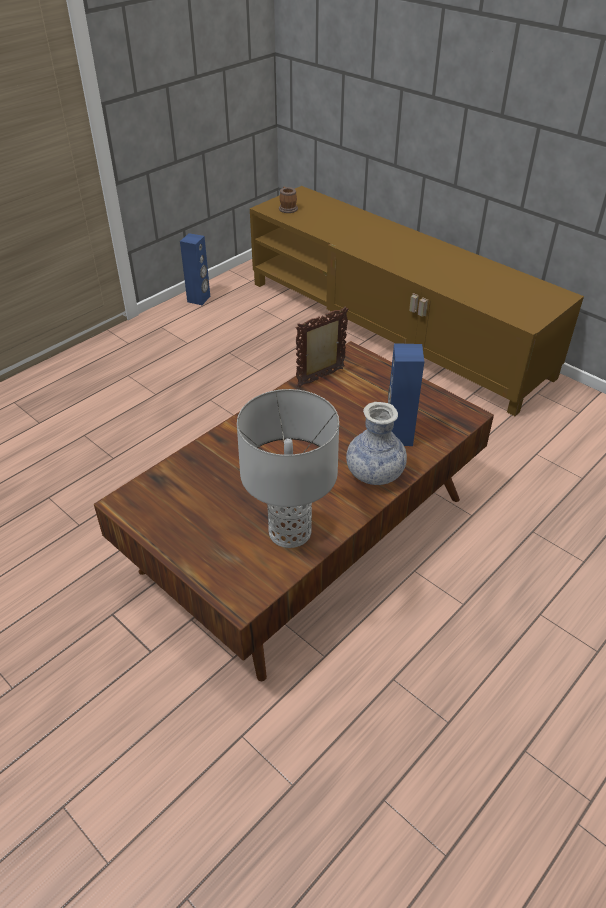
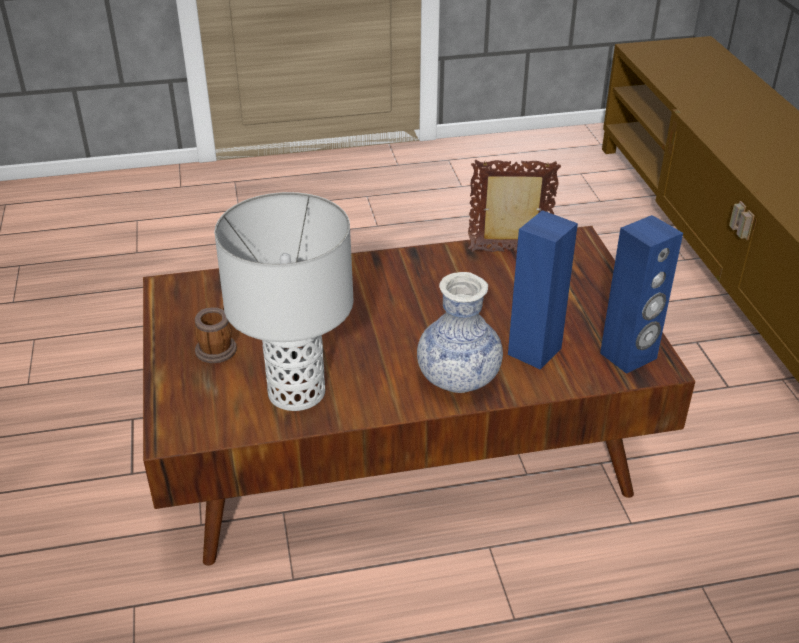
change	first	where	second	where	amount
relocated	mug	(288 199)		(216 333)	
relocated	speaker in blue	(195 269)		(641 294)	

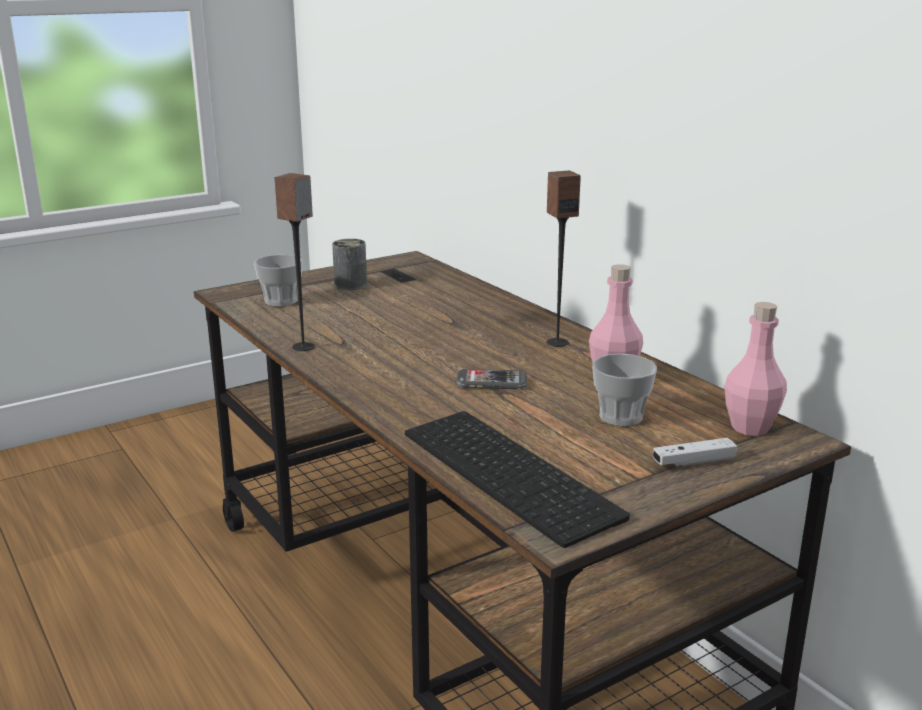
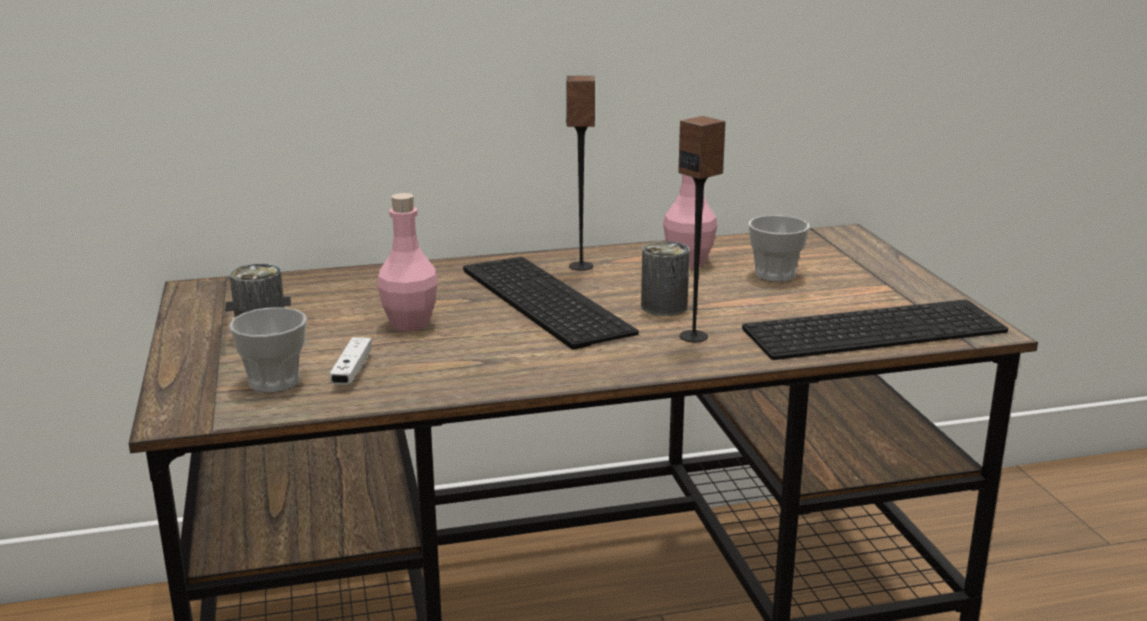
change	first	where	second	where	amount
relocated	game controller in white	(695 452)		(350 361)	
relocated	bottle in pink	(755 369)		(407 262)	
appeared			keyboard	(551 303)	
exchanged	phone	(491 379)	can	(665 278)	
relocated	speaker	(295 262)		(702 229)	

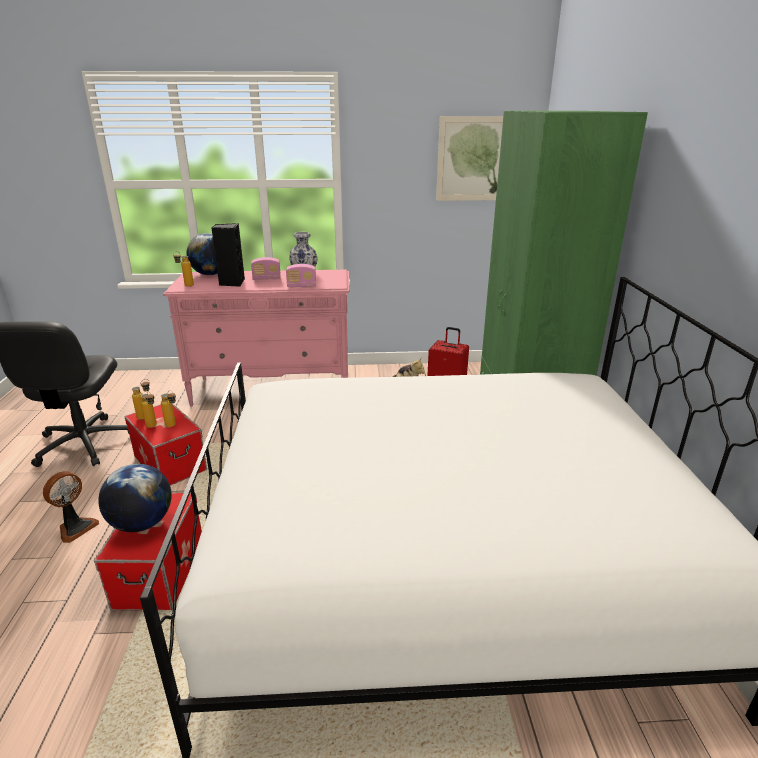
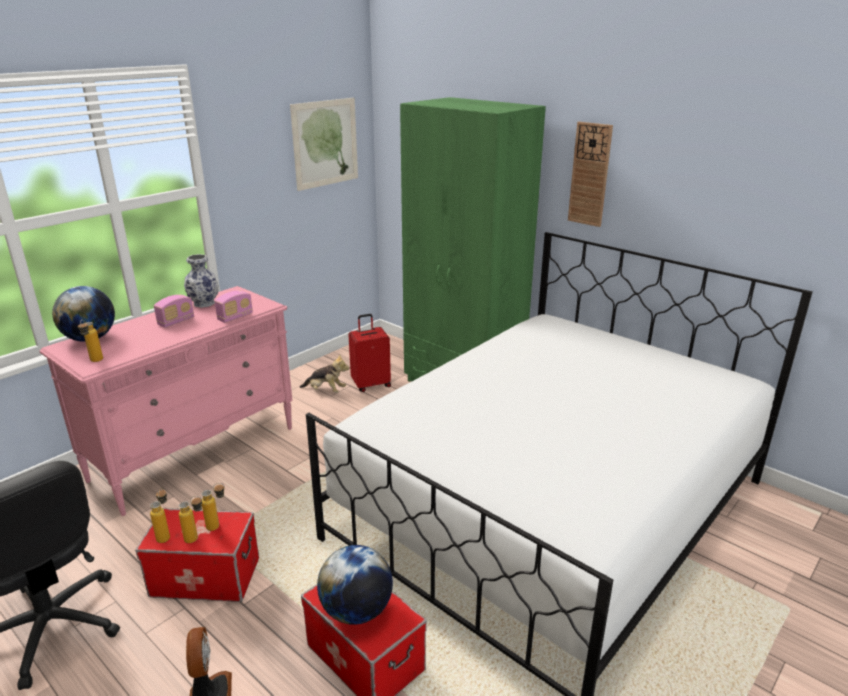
change	first	where	second	where	amount
appeared			wall clock	(590 174)	
missing	speaker in black	(228 255)			

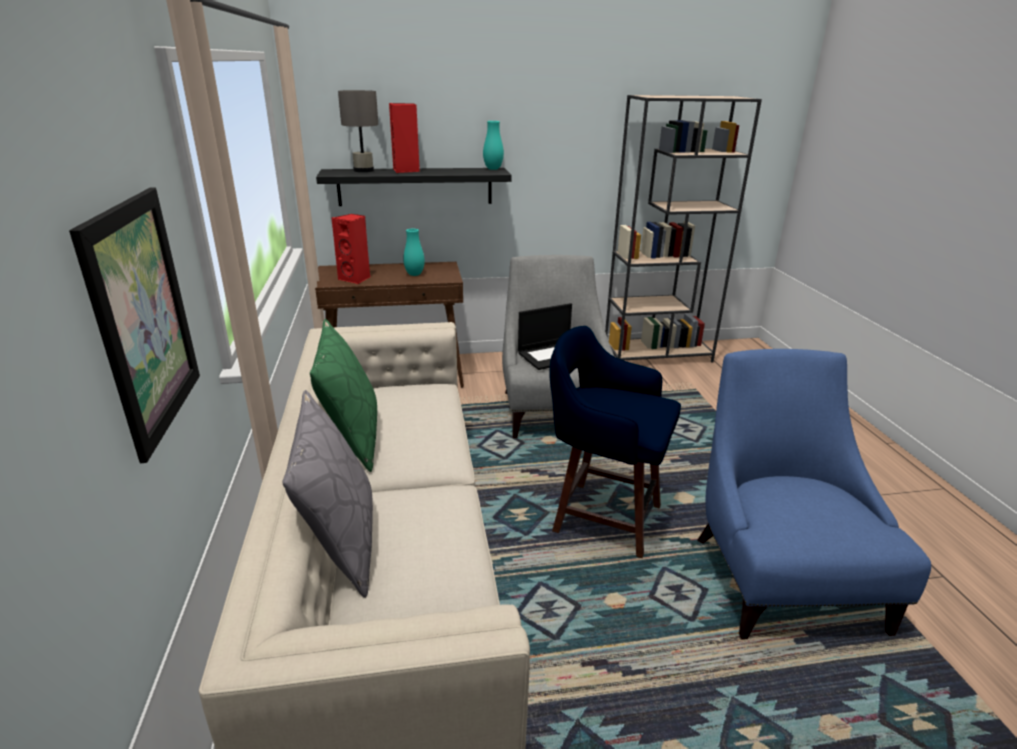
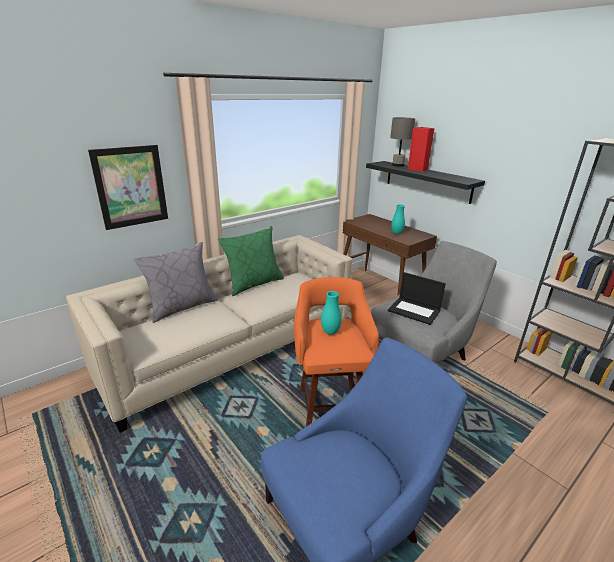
change	first	where	second	where	amount
colour	stool in blue	(615 442)	stool in orange	(336 352)	
relocated	vase in turquoise	(493 145)		(331 313)	
missing	speaker in red	(350 249)			

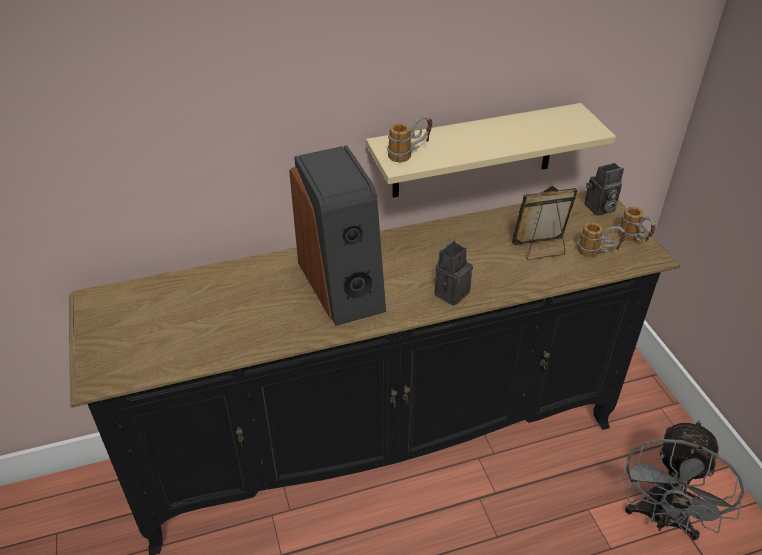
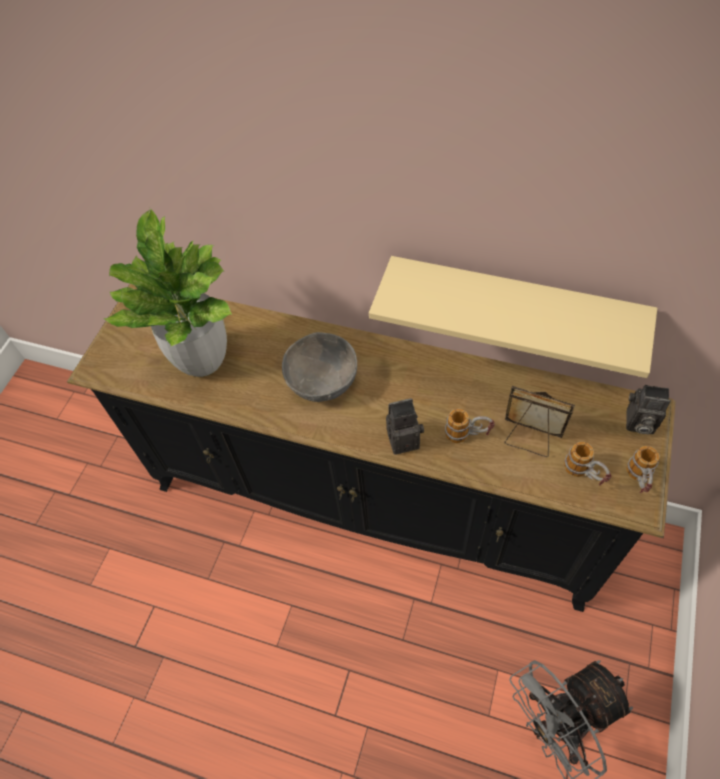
change	first	where	second	where	amount
appeared			potted plant	(168 292)	
exchanged	speaker	(337 235)	bowl in grey	(319 367)	
relocated	mug	(409 139)		(470 425)	

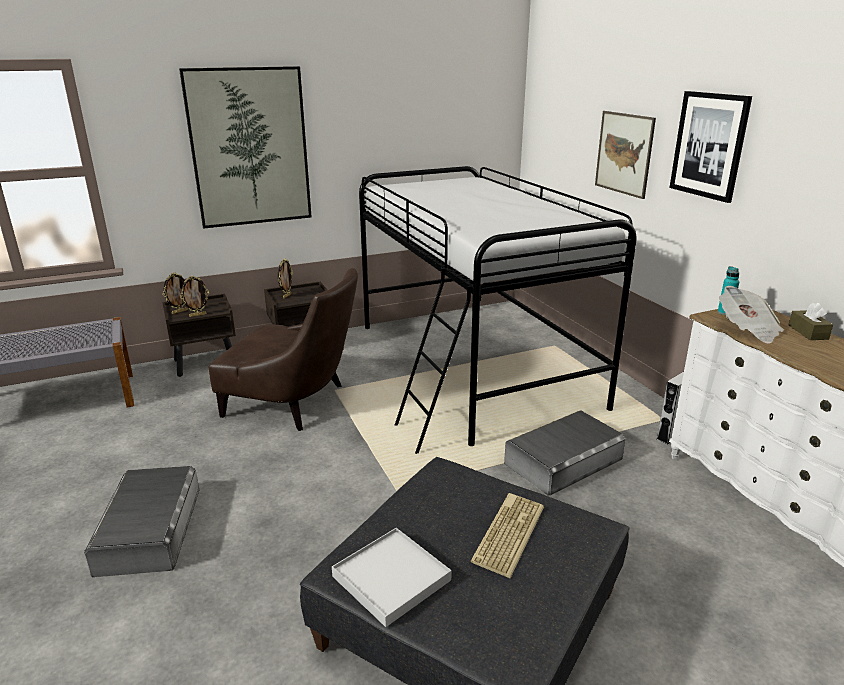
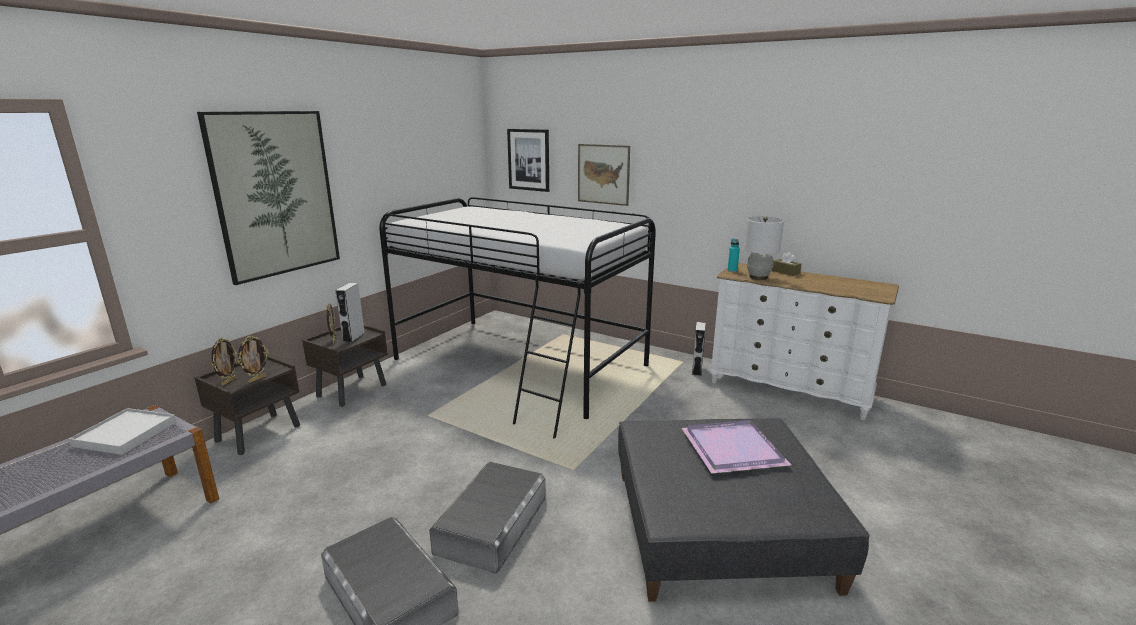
change	first	where	second	where	amount
relocated	tray in white	(392 577)		(123 431)	
appeared			speaker in grey	(350 313)	
relocated	storage box in grey	(564 453)		(487 518)	
relocated	picture	(711 147)		(528 160)	
exchanged	keyboard	(507 535)	tray in purple	(736 447)	
exchanged	newspaper	(751 315)	table lamp in white	(764 248)	
missing	armchair in brown	(283 349)			

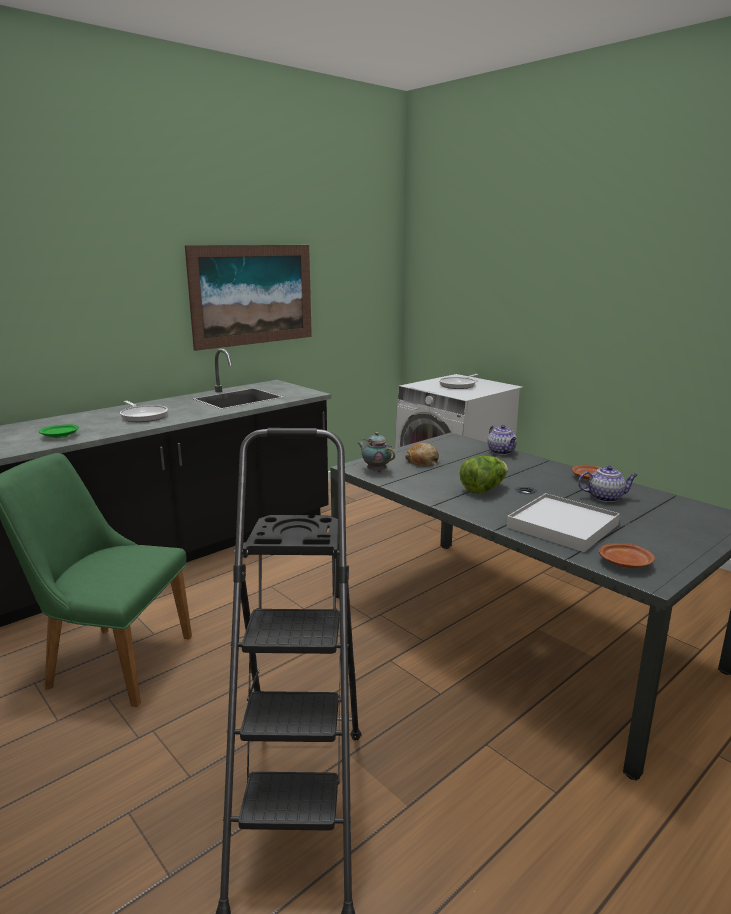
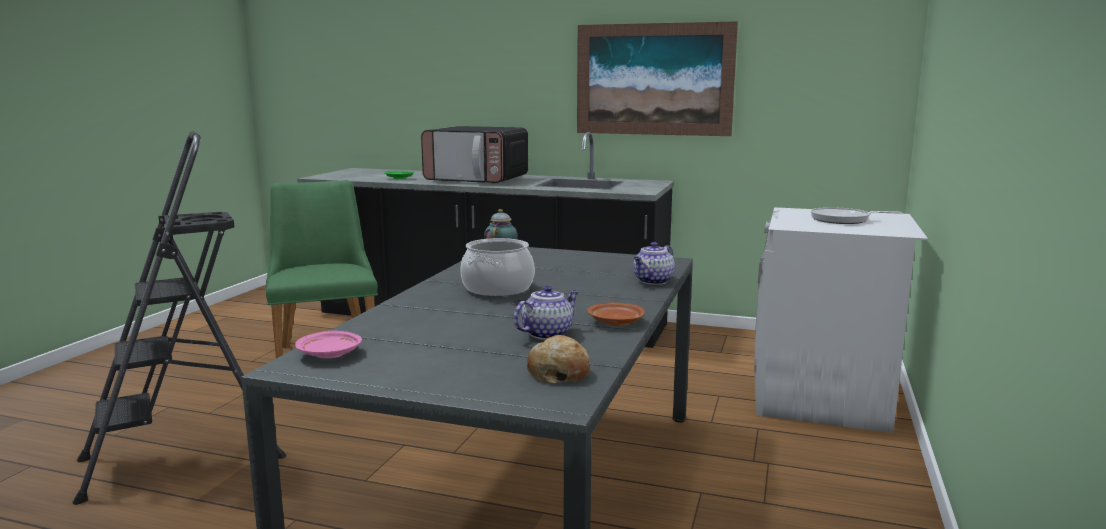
change	first	where	second	where	amount
colour	plate in brown	(627 555)	plate in pink	(328 344)	
exchanged	frying pan	(144 411)	microwave	(474 155)	
exchanged	lettuce	(484 475)	cooking pot	(498 267)	
spun	teapot	(608 483)		(545 312)	105 degrees counterclockwise
relocated	bread	(422 454)		(558 359)	
missing	tray in white	(563 522)			

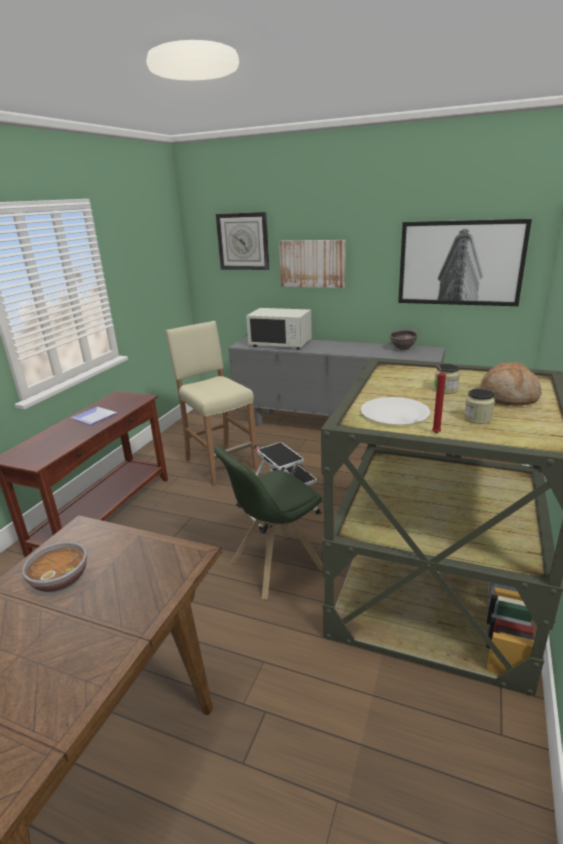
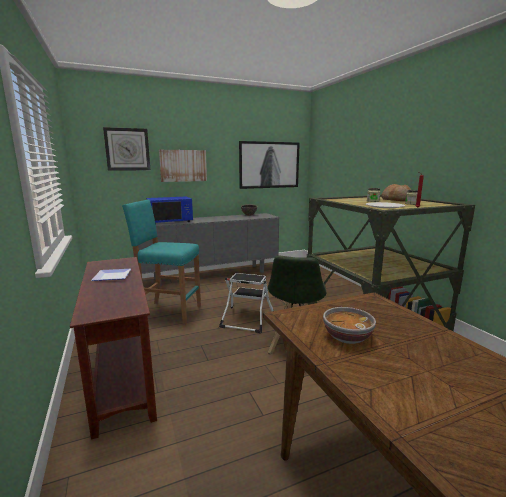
change	first	where	second	where	amount
colour	stool in beige	(212 403)	stool in turquoise	(161 262)	
colour	microwave in white	(279 329)	microwave in blue	(169 210)	

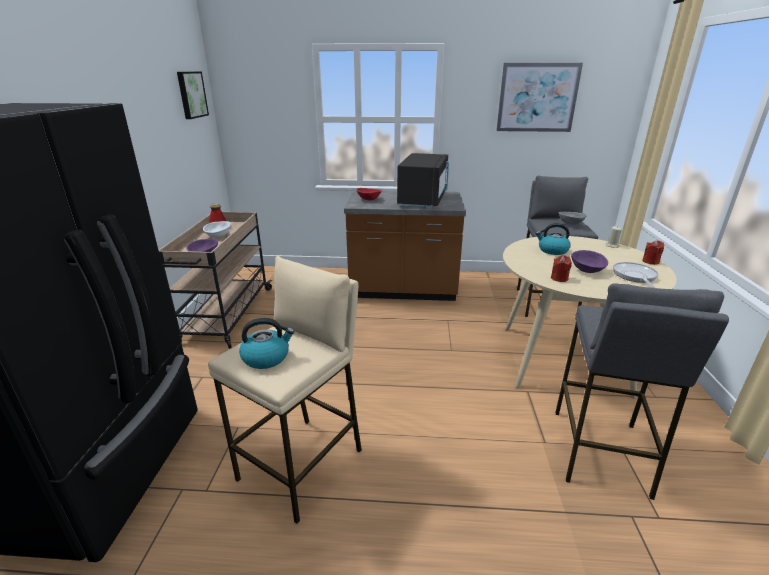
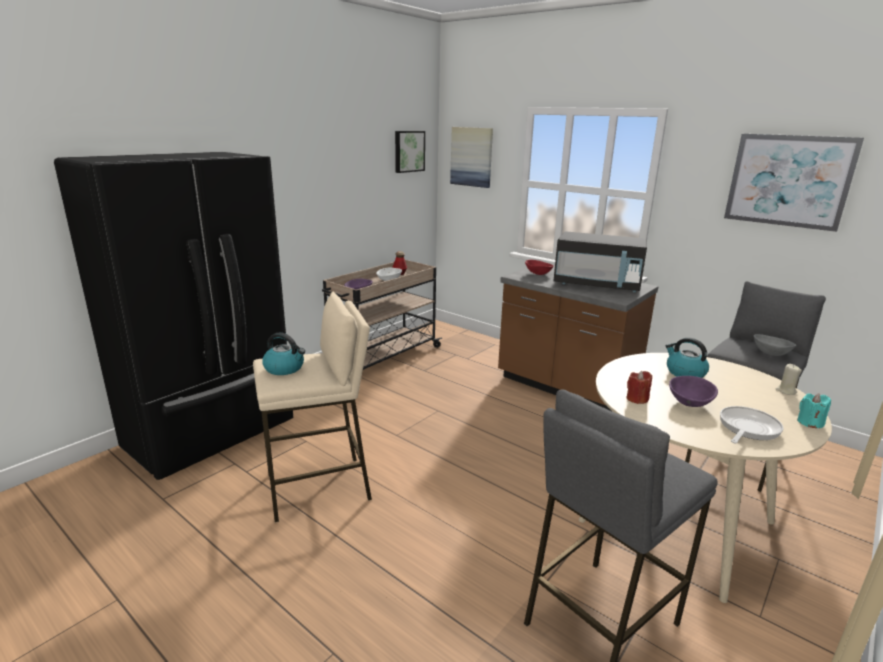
change	first	where	second	where	amount
appeared			picture	(471 157)	
spun	microwave in black	(423 180)		(600 261)	60 degrees clockwise
colour	candle in red	(653 252)	candle in turquoise	(814 410)	

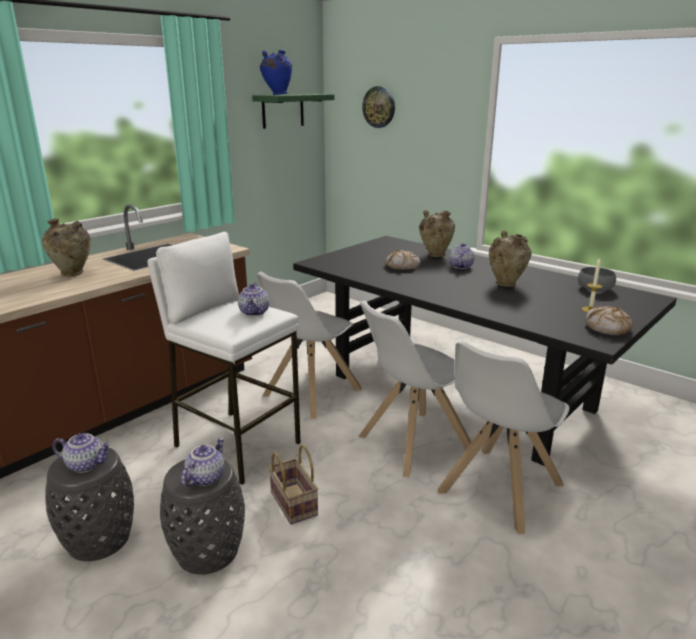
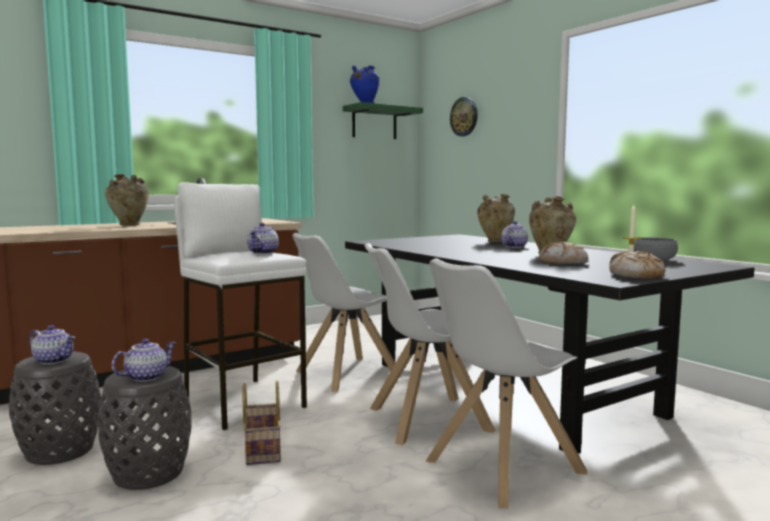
change	first	where	second	where	amount
relocated	bread	(403 260)		(563 253)	

